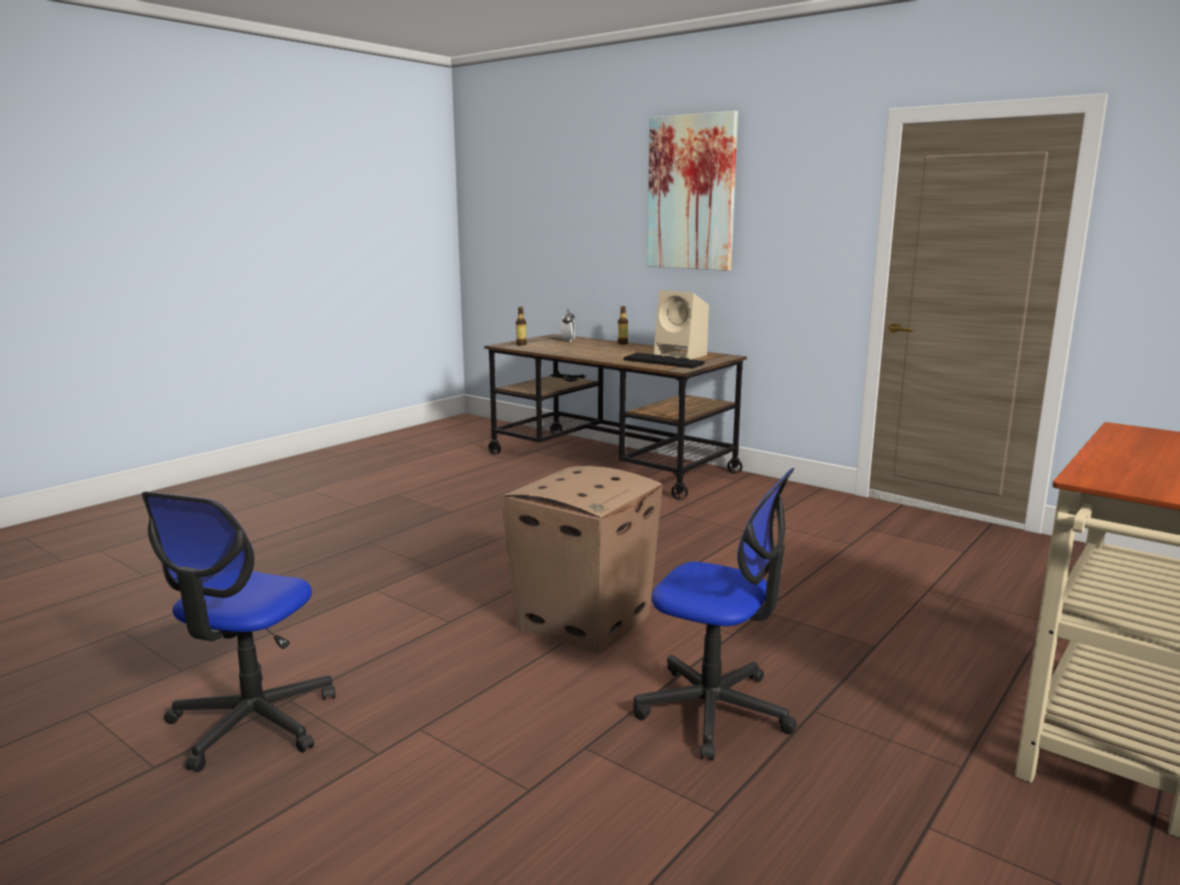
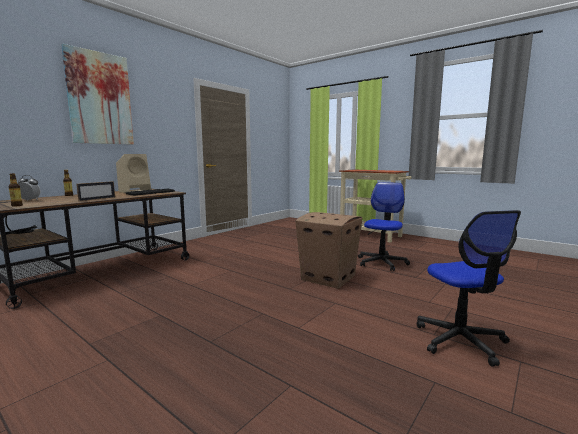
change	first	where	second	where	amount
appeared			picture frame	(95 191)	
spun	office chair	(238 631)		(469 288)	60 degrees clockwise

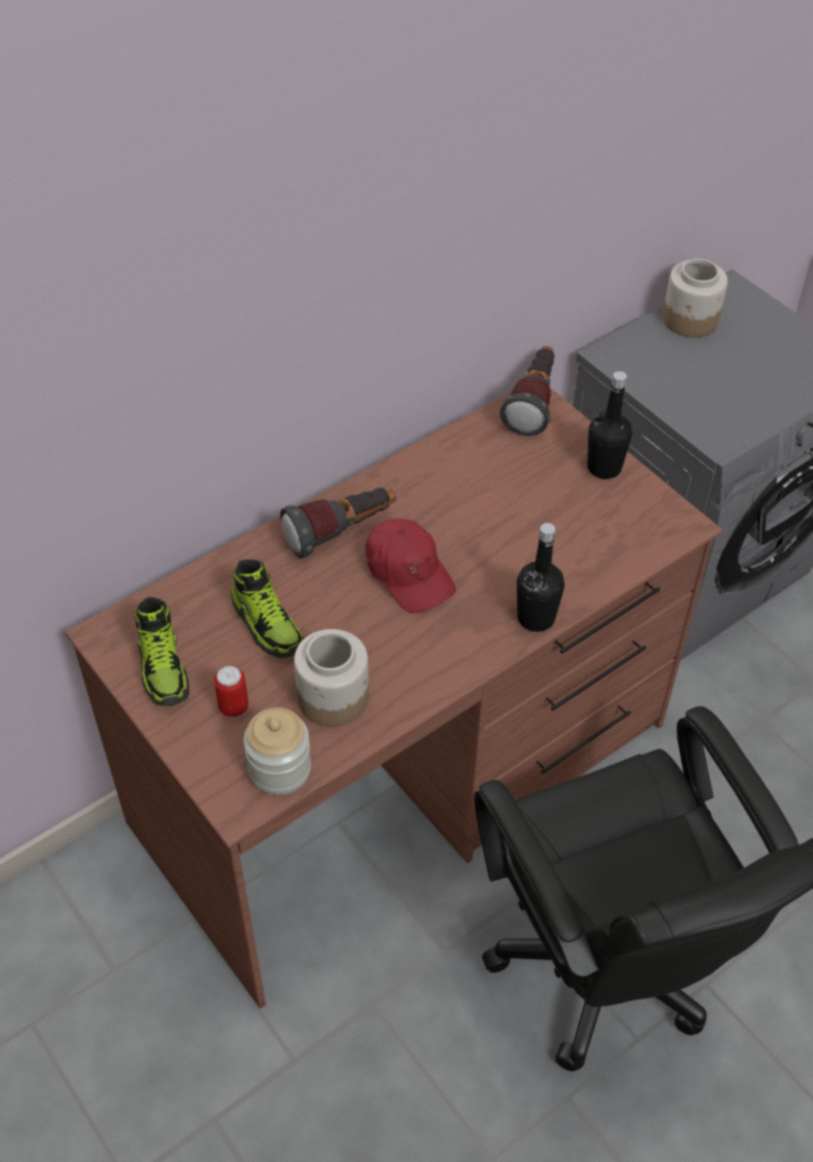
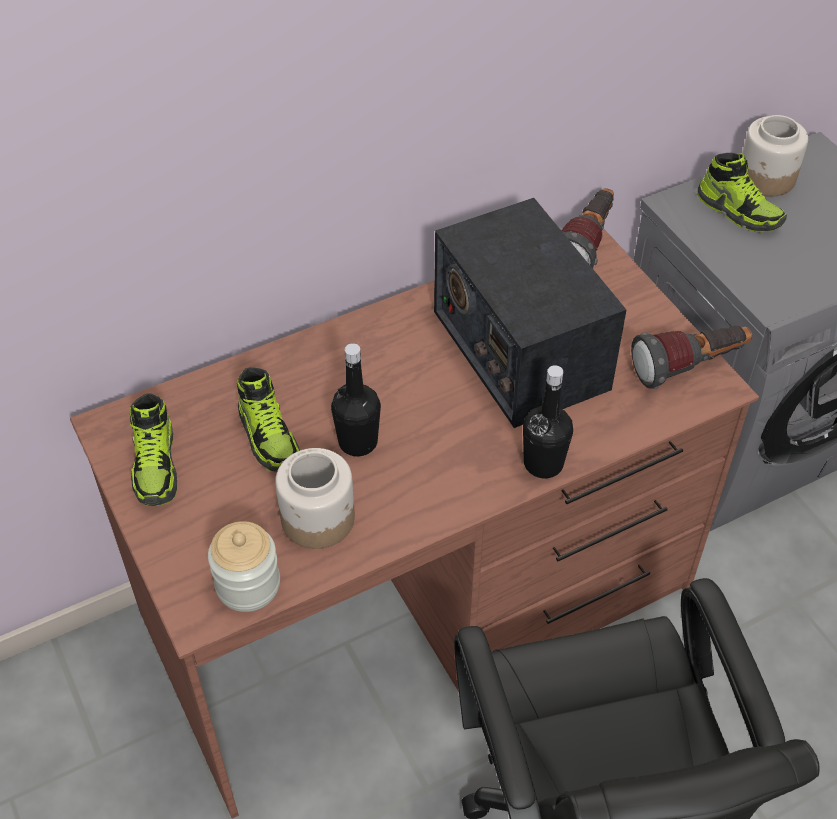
change	first	where	second	where	amount
relocated	bottle in black	(609 425)		(356 400)	
appeared			radio	(530 313)	
relocated	flashlight	(338 523)		(691 357)	
appeared			shoe	(742 192)	
missing	can	(231 691)			
missing	cap in red	(411 565)			

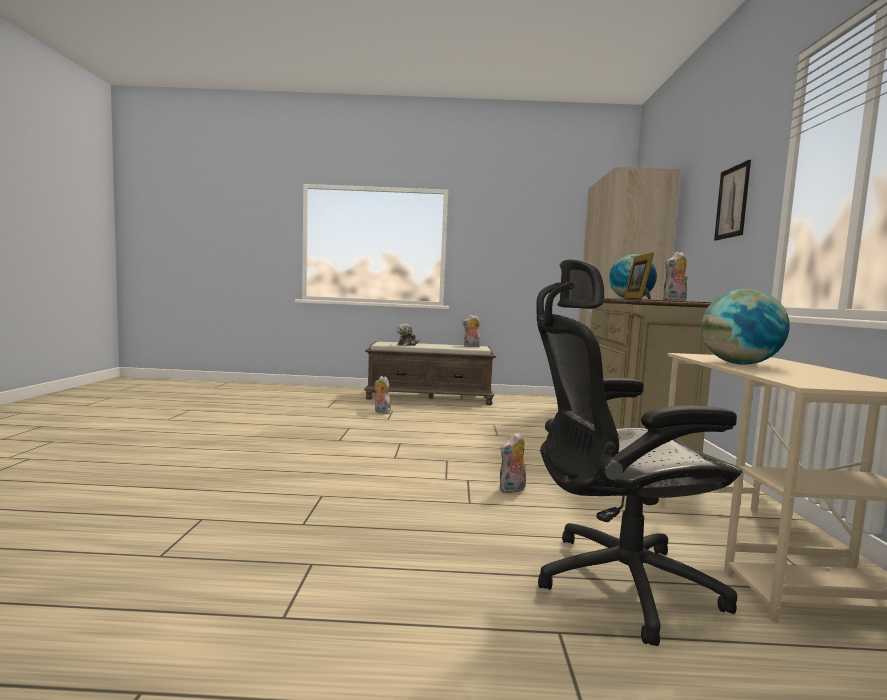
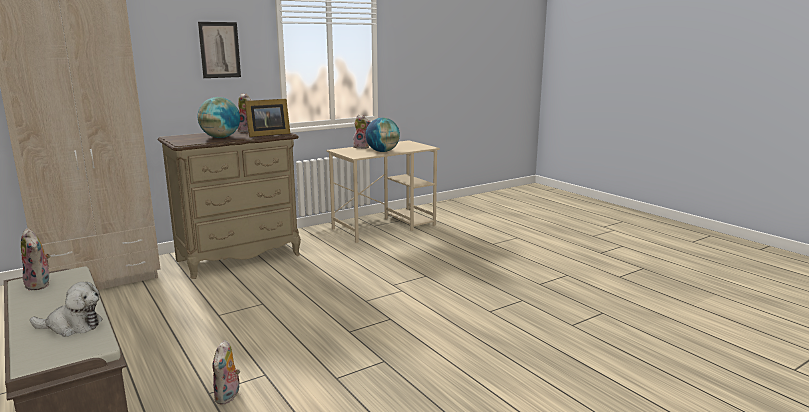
change	first	where	second	where	amount
relocated	plush toy	(512 463)		(361 132)	
missing	office chair	(639 452)			

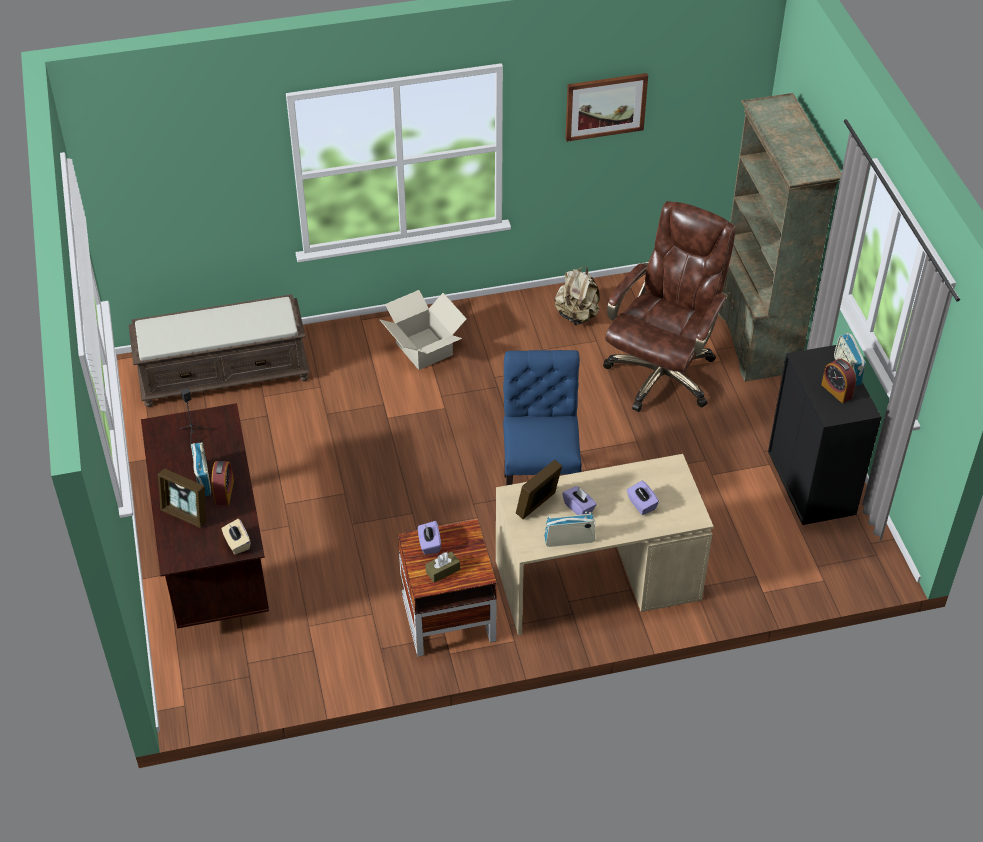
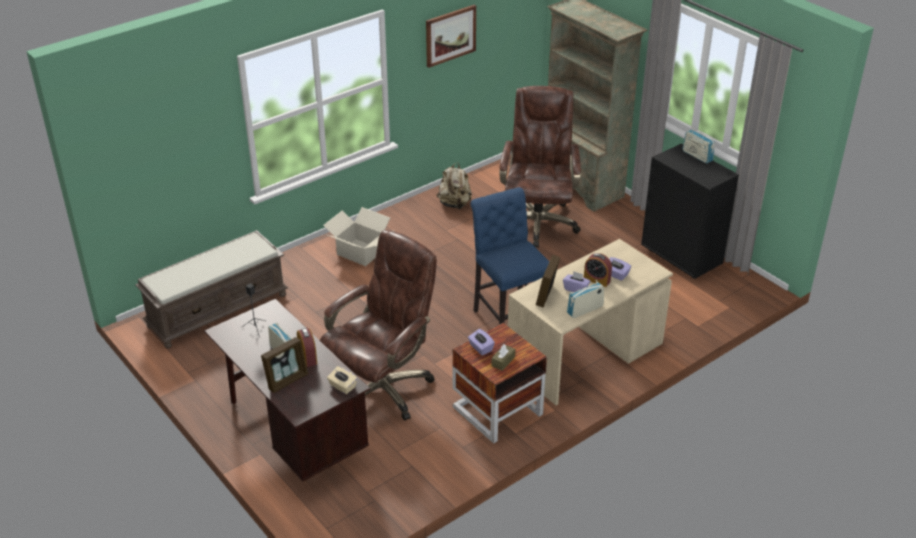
change	first	where	second	where	amount
spun	picture frame	(182 498)		(284 365)	45 degrees counterclockwise
appeared			office chair in brown	(378 325)	
relocated	alarm clock	(838 381)		(598 270)	

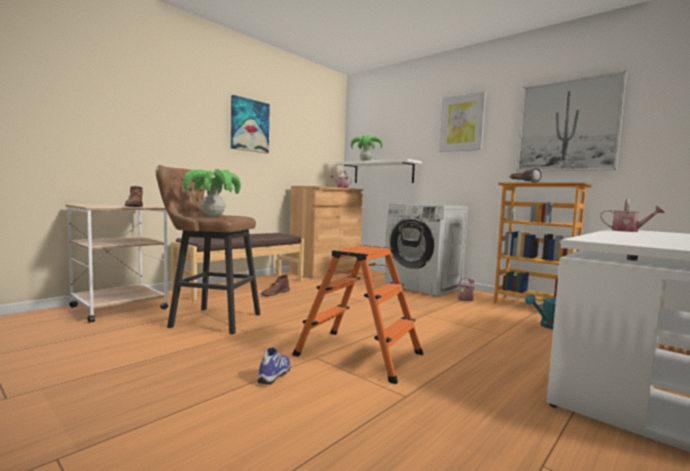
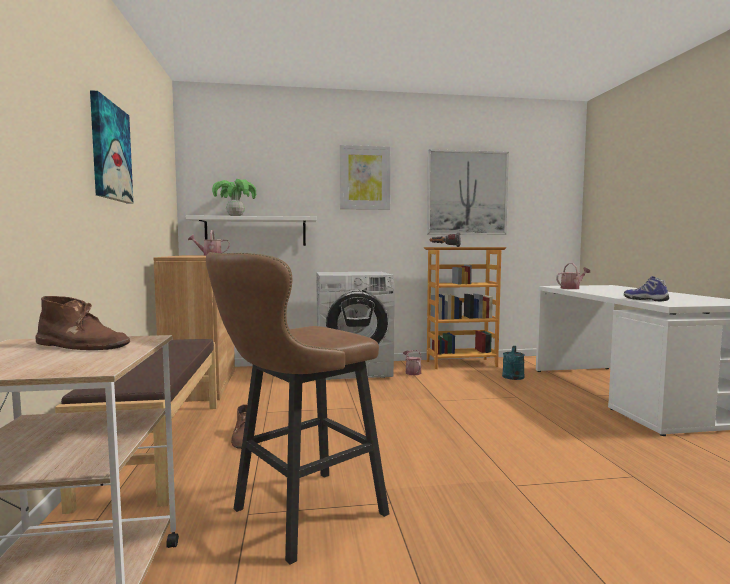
change	first	where	second	where	amount
relocated	shoe	(273 366)		(646 289)	
missing	potted plant	(212 192)			
missing	step ladder in orange	(357 314)			

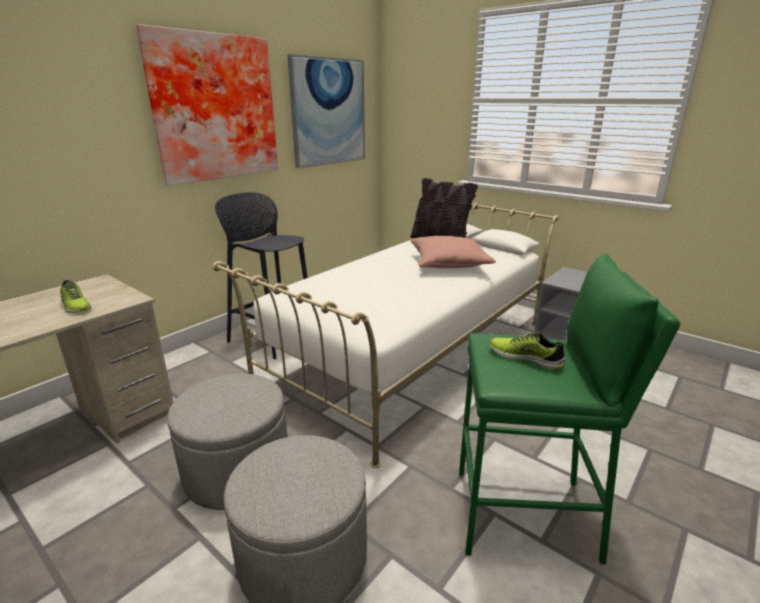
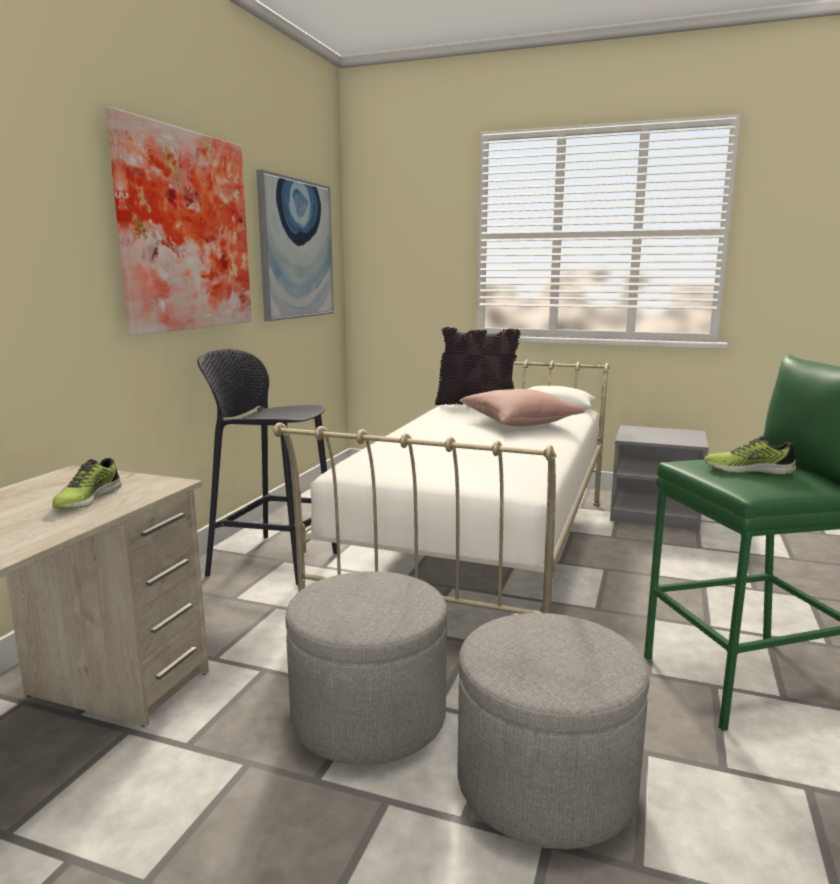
change	first	where	second	where	amount
spun	shoe	(76 296)		(86 483)	75 degrees clockwise

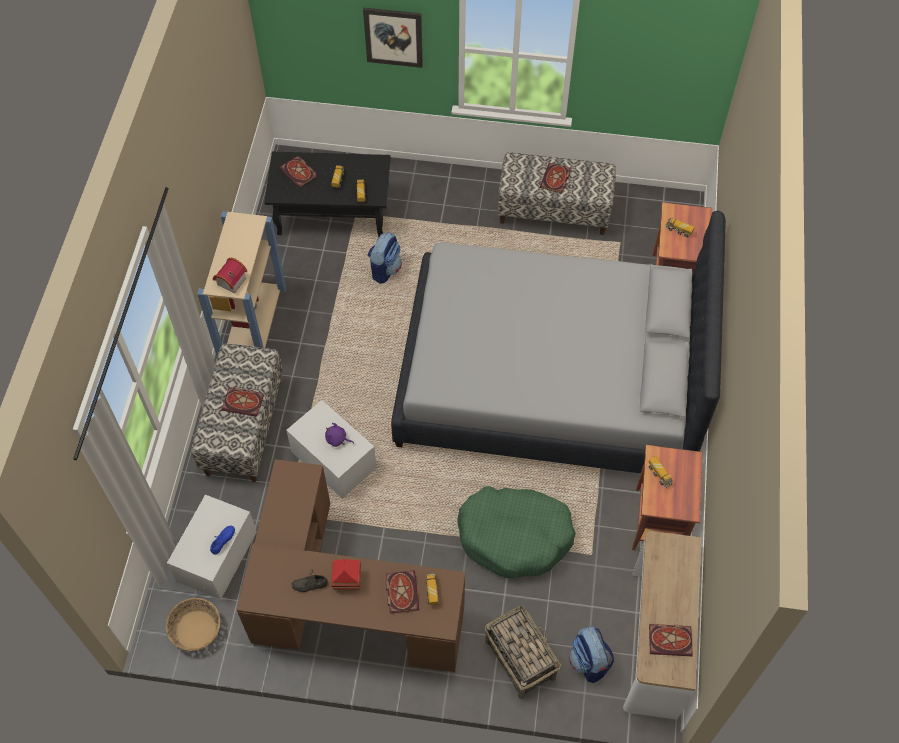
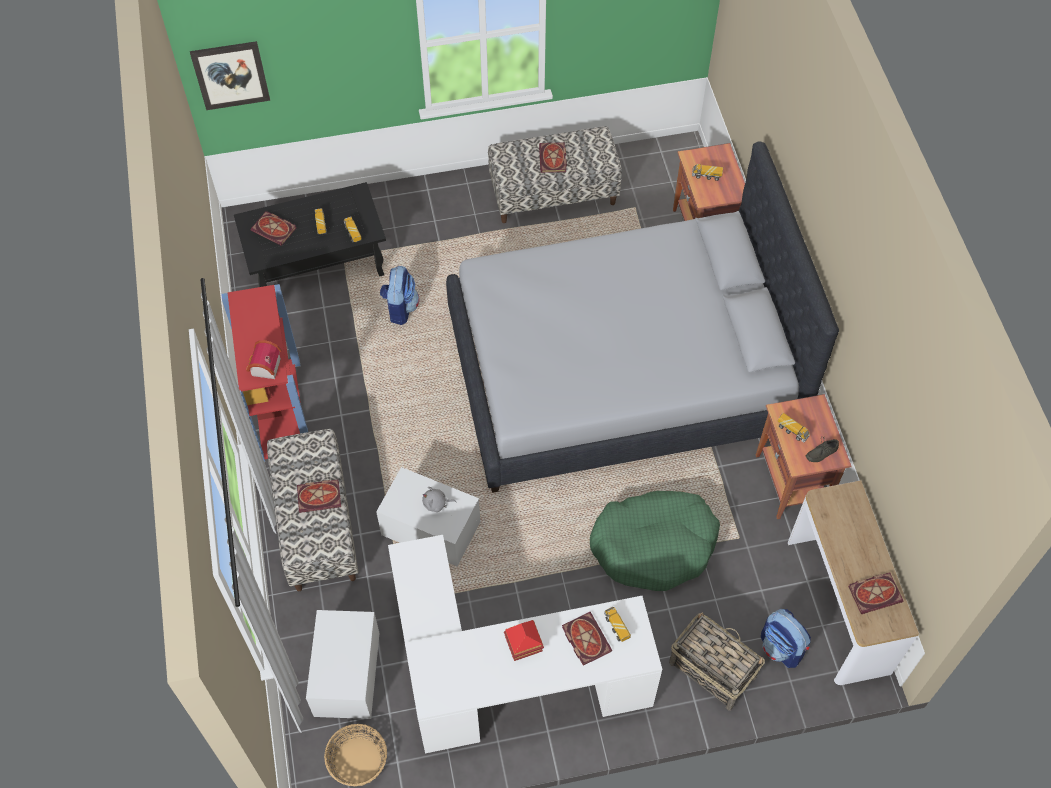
change	first	where	second	where	amount
relocated	picture	(393 38)		(230 75)	
colour	bookcase in beige	(241 283)	bookcase in red	(264 373)	
colour	desk in brown	(350 565)	desk in white	(525 644)	
colour	plush toy in purple	(339 435)	plush toy in grey	(439 499)	
relocated	shoe in grey	(309 580)		(822 449)	
missing	shoe in blue	(222 540)			

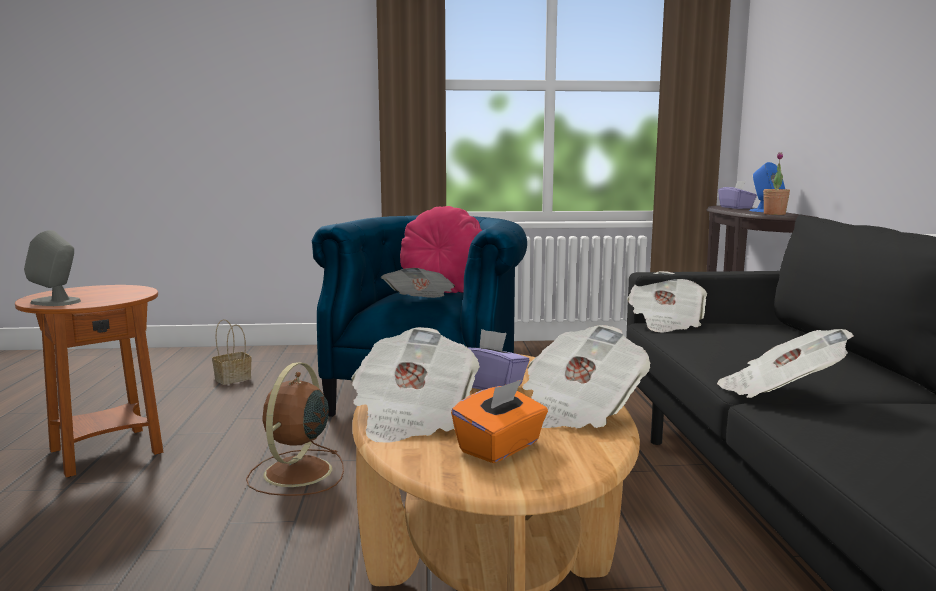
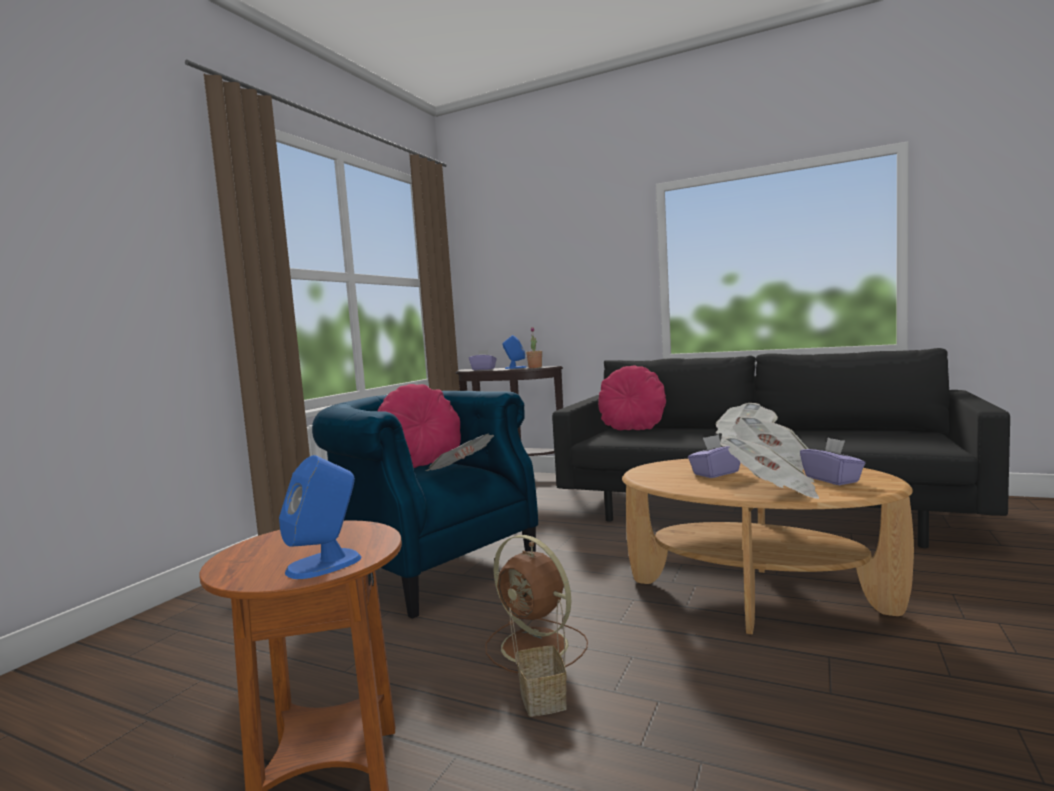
change	first	where	second	where	amount
colour	speaker in grey	(52 268)	speaker in blue	(320 517)	
relocated	basket	(232 352)		(538 658)	
appeared			pillow in pink	(632 398)	
colour	tissue box in orange	(499 421)	tissue box in purple	(833 461)	
missing	newspaper	(667 301)			

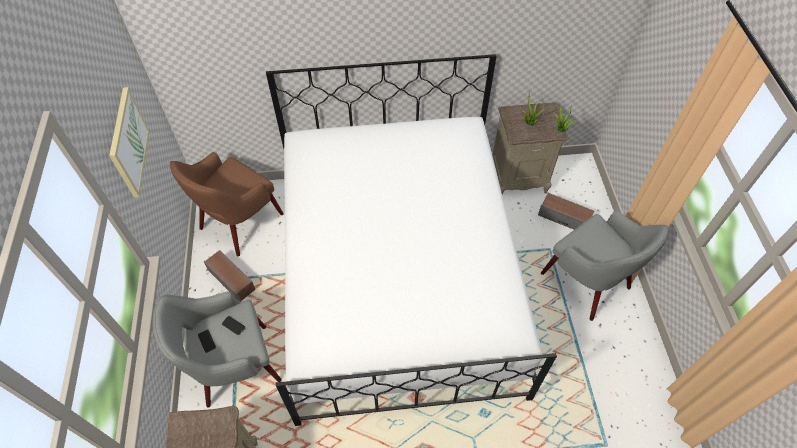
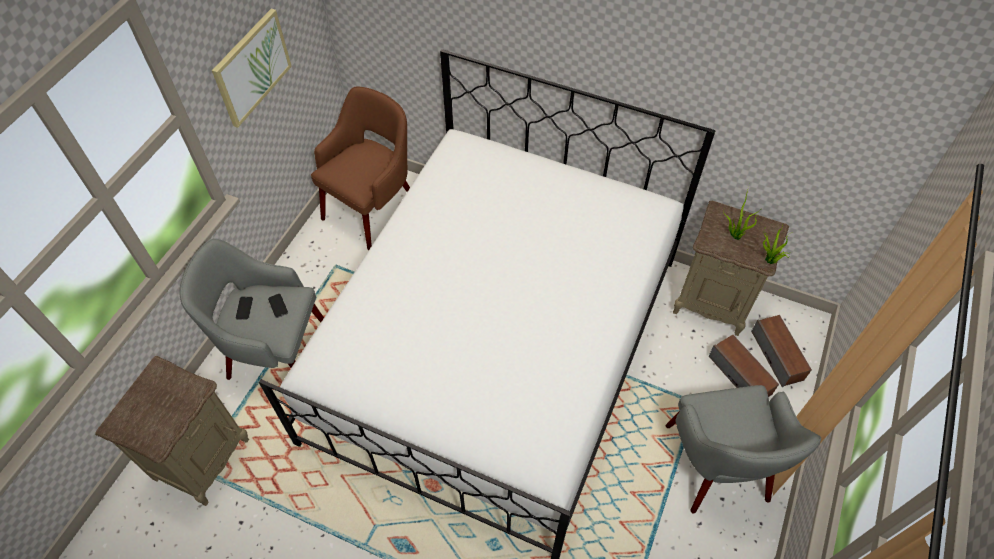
change	first	where	second	where	amount
spun	armchair in brown	(227 204)		(360 168)	150 degrees clockwise
relocated	speaker	(229 276)		(781 351)	

